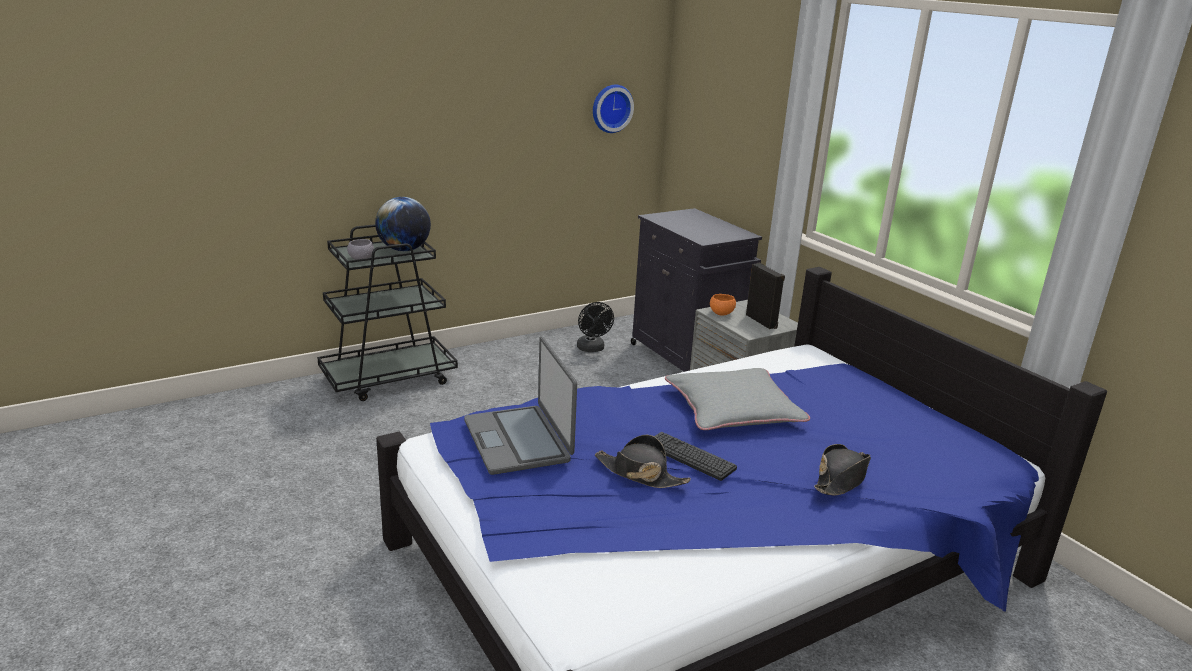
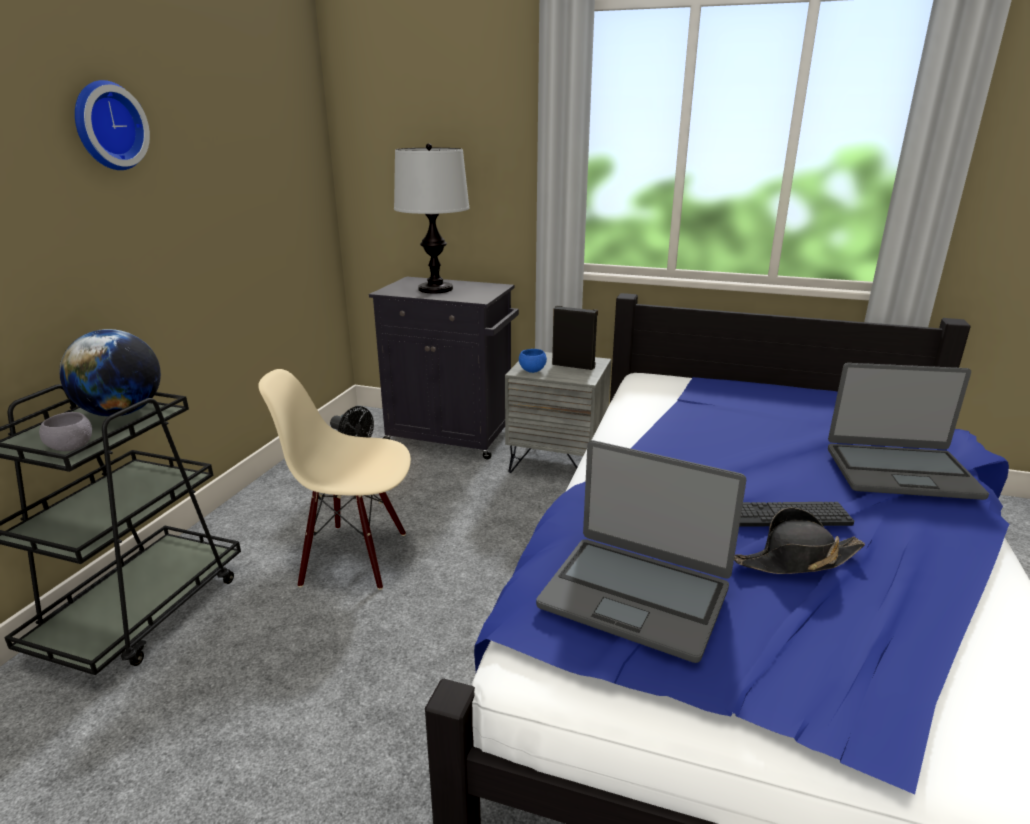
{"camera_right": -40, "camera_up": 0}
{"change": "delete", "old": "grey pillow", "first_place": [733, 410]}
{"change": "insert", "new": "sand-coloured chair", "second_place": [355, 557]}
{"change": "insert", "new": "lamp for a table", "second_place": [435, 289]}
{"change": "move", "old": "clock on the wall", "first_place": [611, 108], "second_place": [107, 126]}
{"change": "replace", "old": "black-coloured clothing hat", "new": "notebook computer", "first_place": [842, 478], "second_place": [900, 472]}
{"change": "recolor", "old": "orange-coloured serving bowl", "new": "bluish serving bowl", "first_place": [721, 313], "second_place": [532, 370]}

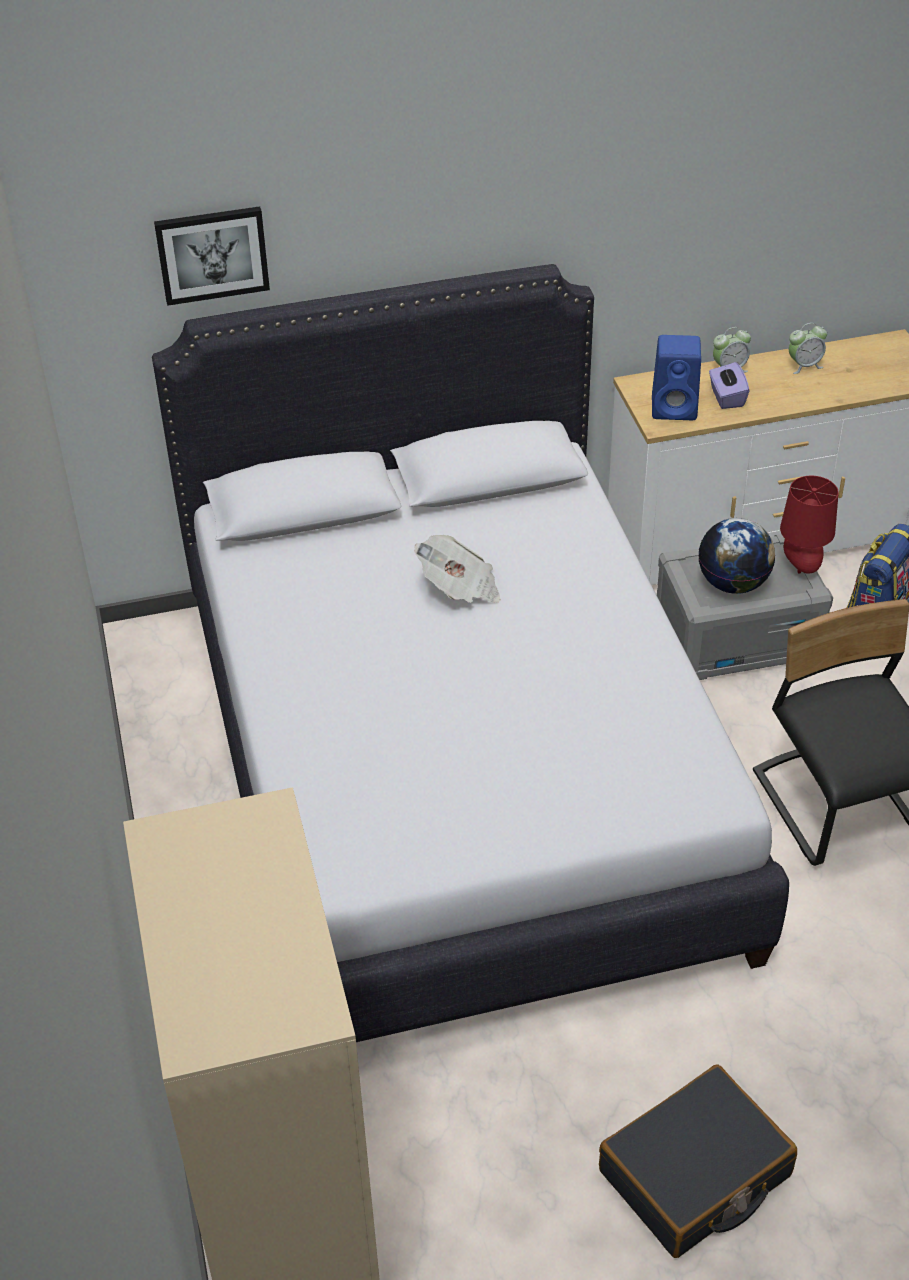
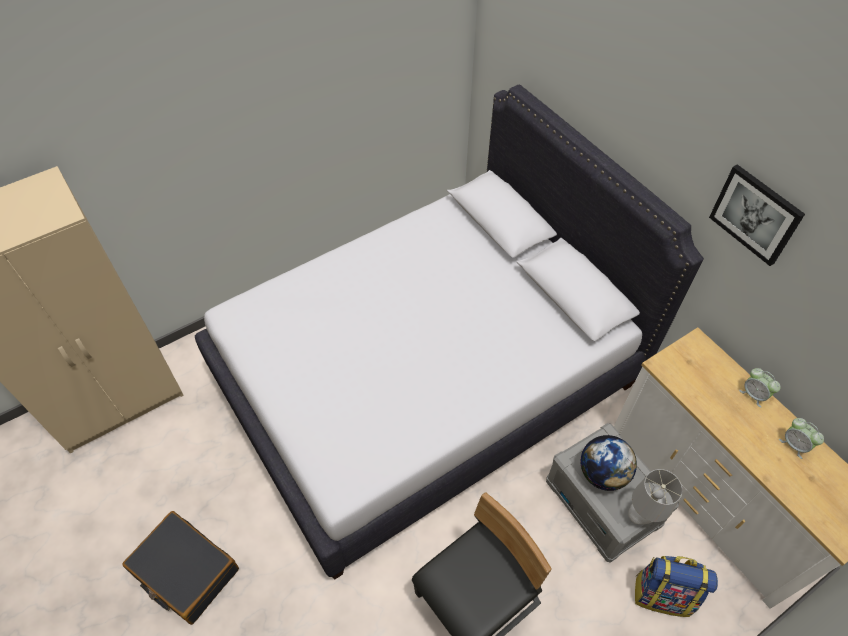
{"camera_right": 70, "camera_up": 10}
{"change": "delete", "old": "newspaper", "first_place": [460, 588]}
{"change": "delete", "old": "bluish speaker", "first_place": [676, 408]}
{"change": "delete", "old": "purple tissue holder", "first_place": [726, 397]}
{"change": "move", "old": "wall picture", "first_place": [212, 254], "second_place": [756, 214]}
{"change": "recolor", "old": "red-coloured lamp for a table", "new": "grey lamp for a table", "first_place": [801, 566], "second_place": [643, 514]}

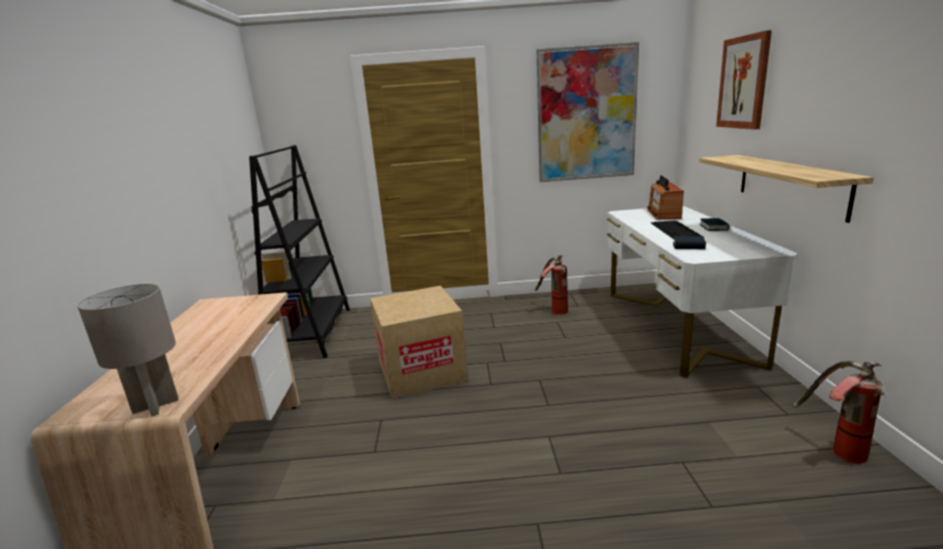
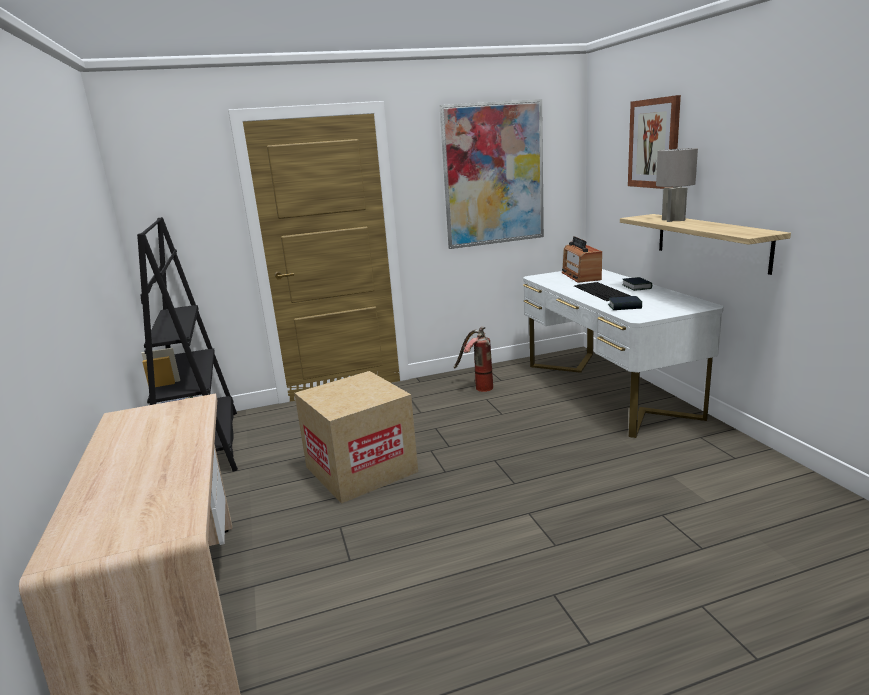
{"camera_right": -15, "camera_up": 0}
{"change": "delete", "old": "fire extinguisher", "first_place": [835, 449]}
{"change": "move", "old": "grey lamp for a table", "first_place": [156, 405], "second_place": [673, 220]}

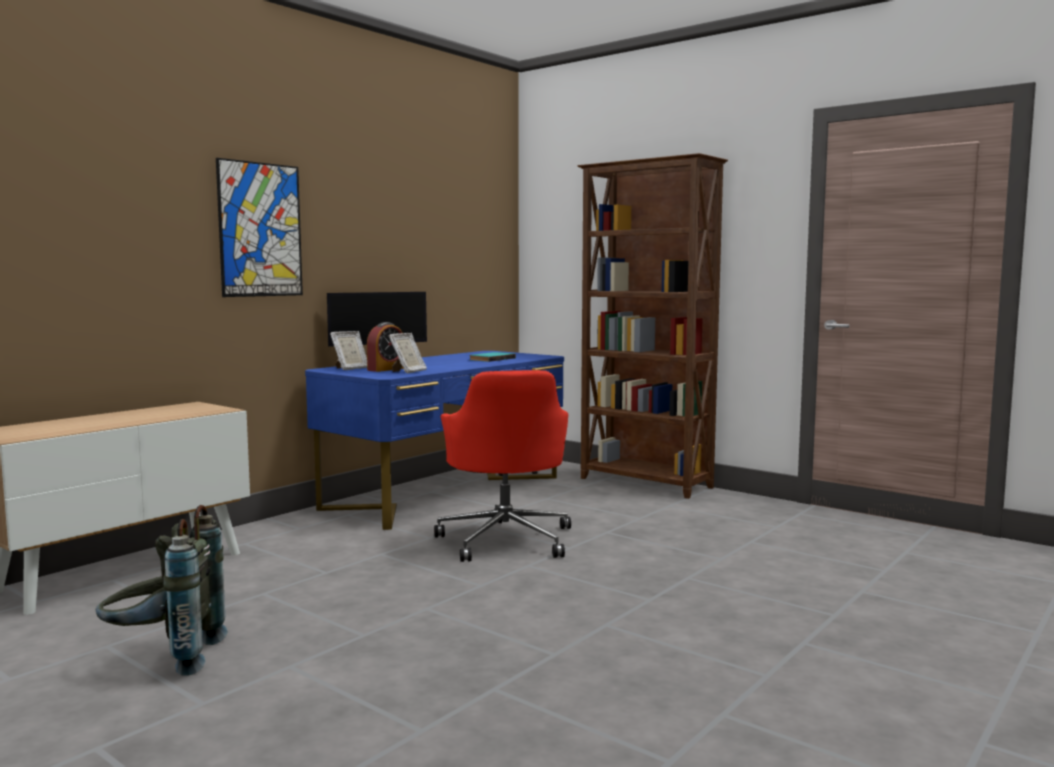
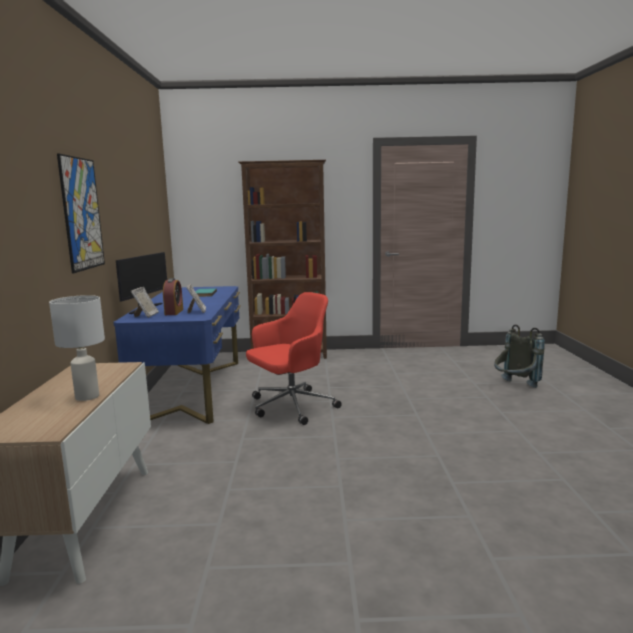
{"camera_right": -40, "camera_up": 5}
{"change": "insert", "new": "whitish lamp for a table", "second_place": [86, 396]}
{"change": "move", "old": "grey rucksack", "first_place": [164, 658], "second_place": [515, 387]}
{"change": "rotate", "old": "red-coloured office chair", "first_place": [506, 539], "second_place": [291, 407], "degrees": -75}

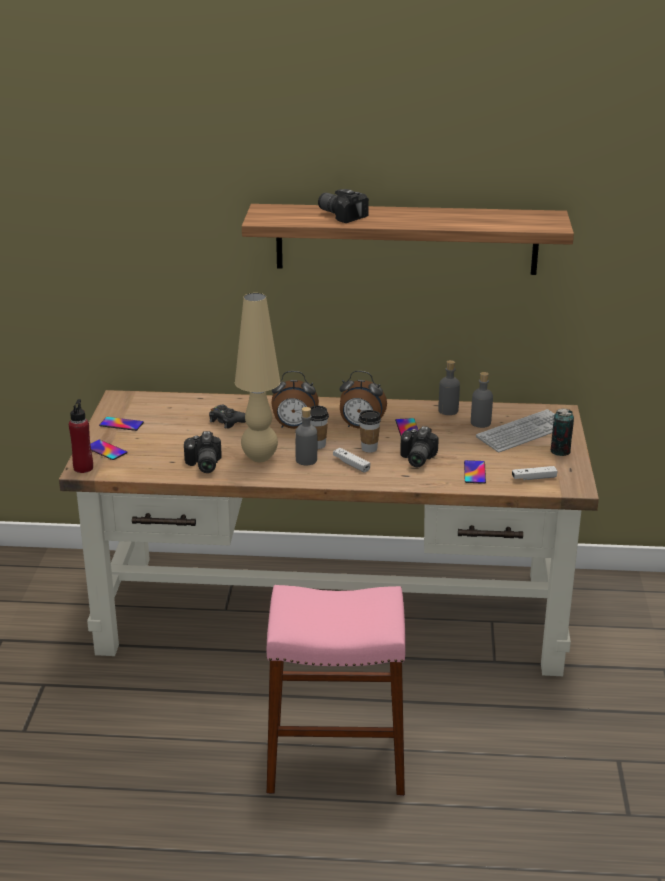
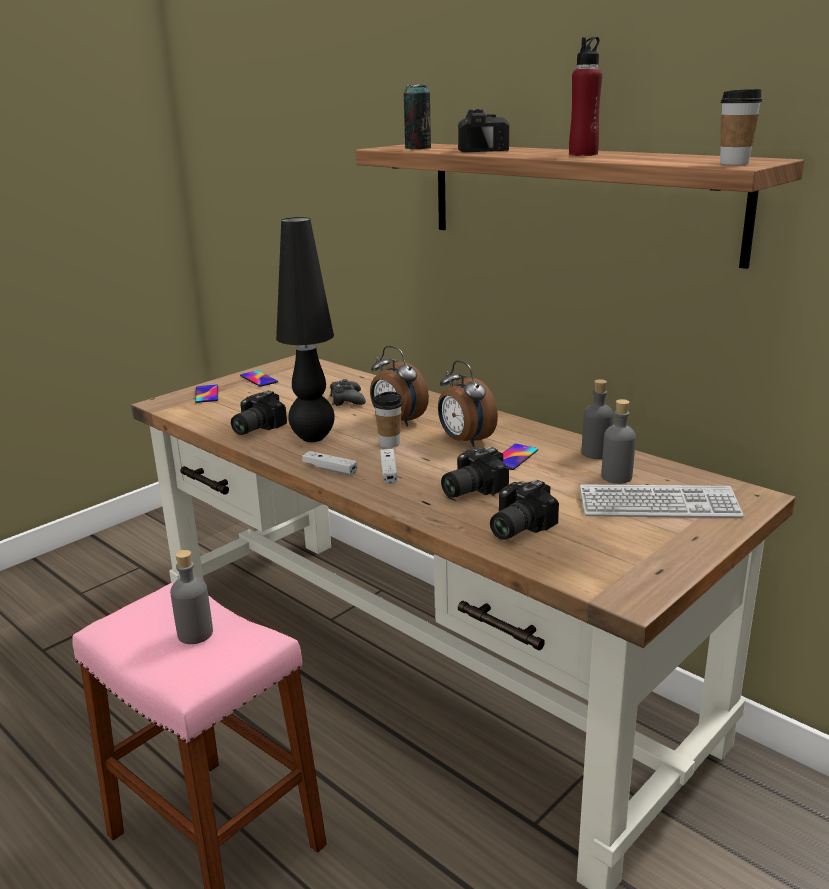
{"camera_right": 40, "camera_up": -5}
{"change": "move", "old": "red-coloured drink bottle", "first_place": [83, 468], "second_place": [583, 154]}
{"change": "move", "old": "grey drink bottle", "first_place": [306, 460], "second_place": [195, 634]}
{"change": "move", "old": "drinking cup", "first_place": [369, 448], "second_place": [734, 163]}
{"change": "move", "old": "whitish game controller", "first_place": [534, 478], "second_place": [330, 469]}
{"change": "move", "old": "metal can", "first_place": [560, 451], "second_place": [418, 148]}
{"change": "replace", "old": "phone", "new": "still camera", "first_place": [474, 472], "second_place": [515, 527]}
{"change": "recolor", "old": "sand-coloured lamp for a table", "new": "black-coloured lamp for a table", "first_place": [260, 458], "second_place": [313, 438]}

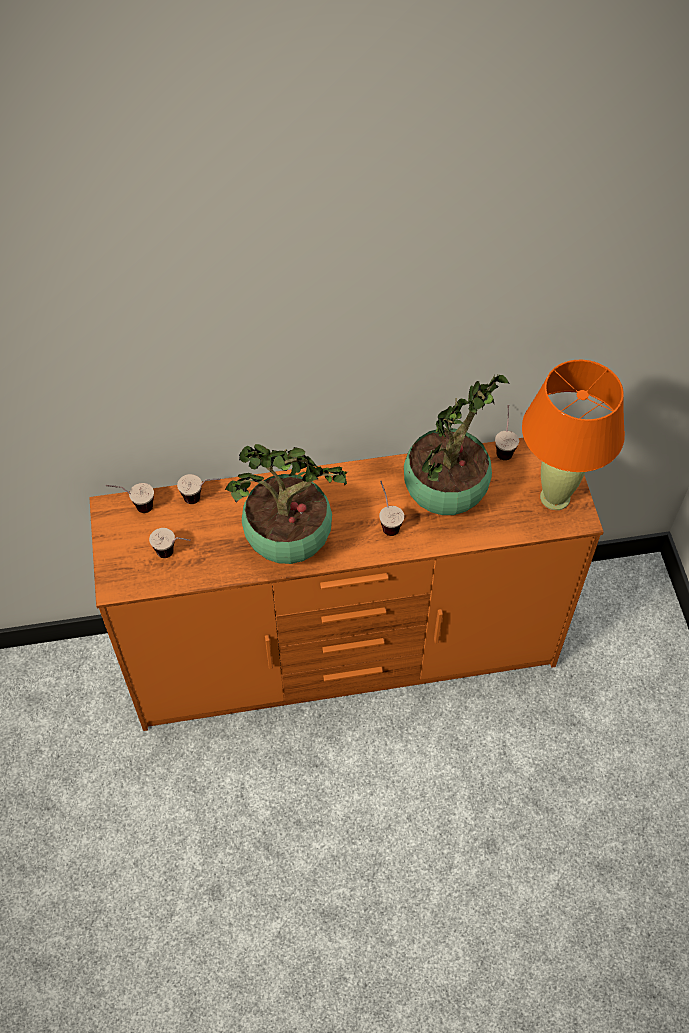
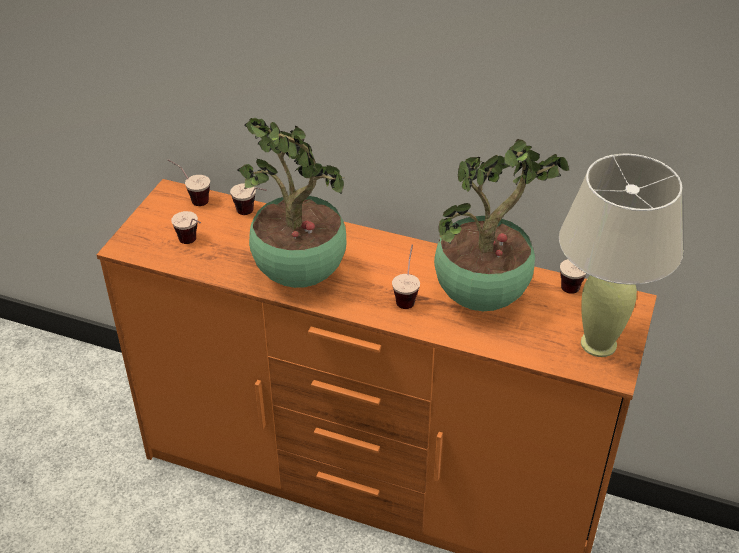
{"camera_right": 30, "camera_up": -15}
{"change": "recolor", "old": "orange-coloured lamp for a table", "new": "sand-coloured lamp for a table", "first_place": [554, 497], "second_place": [598, 344]}

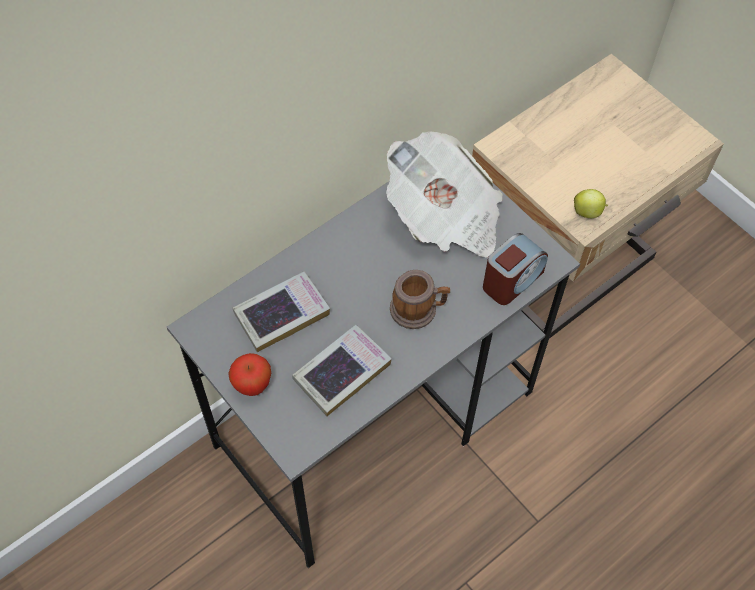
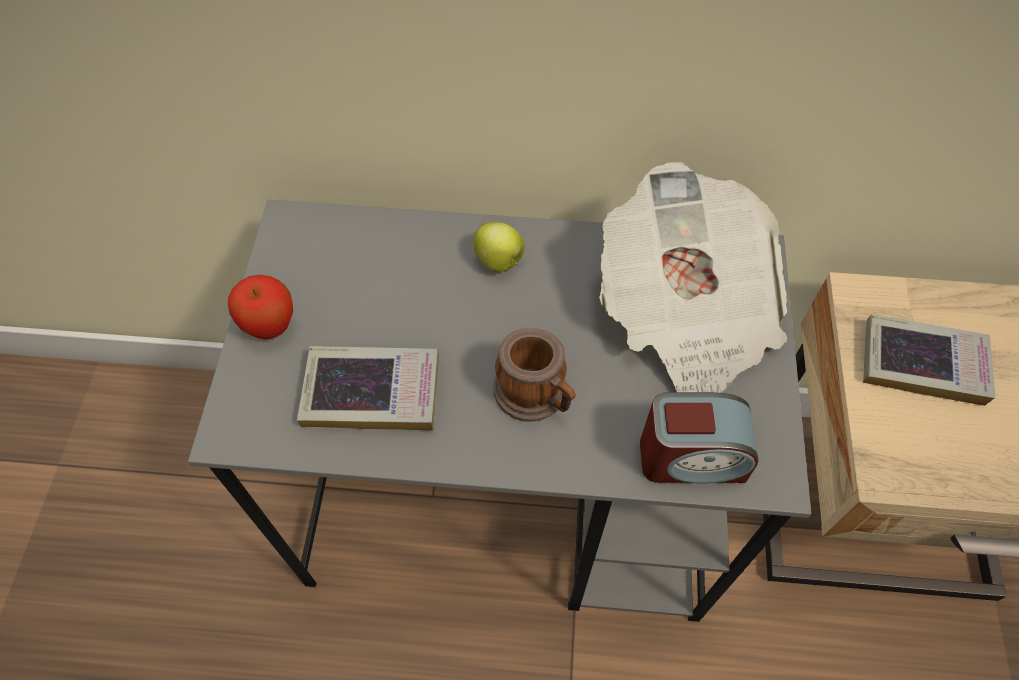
{"camera_right": 45, "camera_up": 0}
{"change": "move", "old": "bound book", "first_place": [281, 314], "second_place": [922, 364]}
{"change": "move", "old": "apple", "first_place": [587, 212], "second_place": [500, 262]}

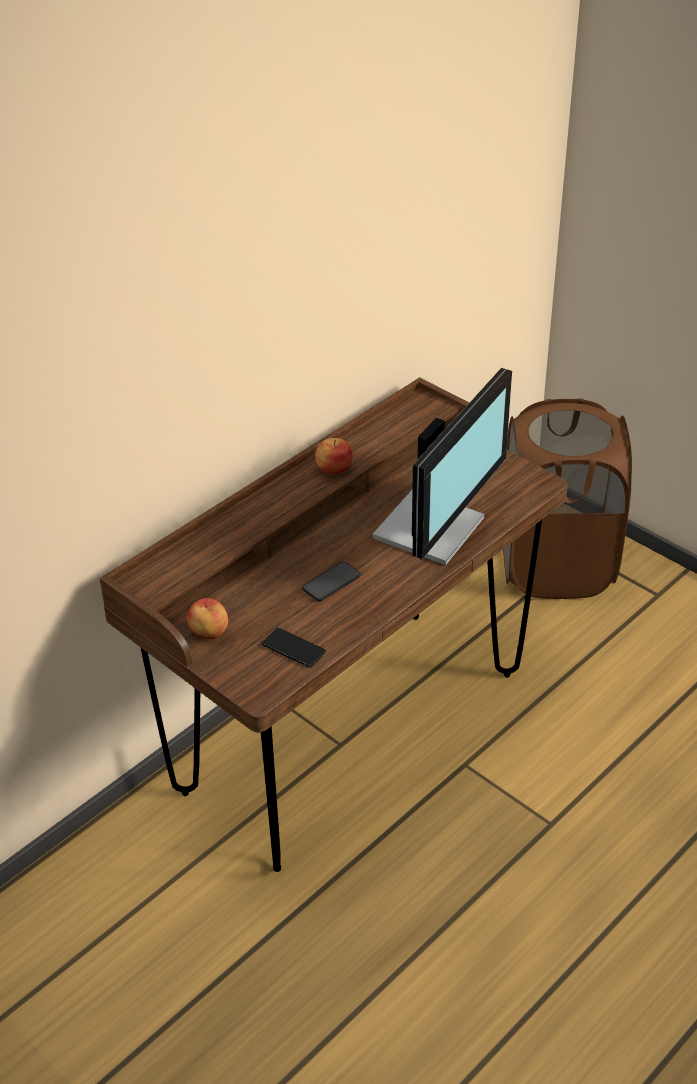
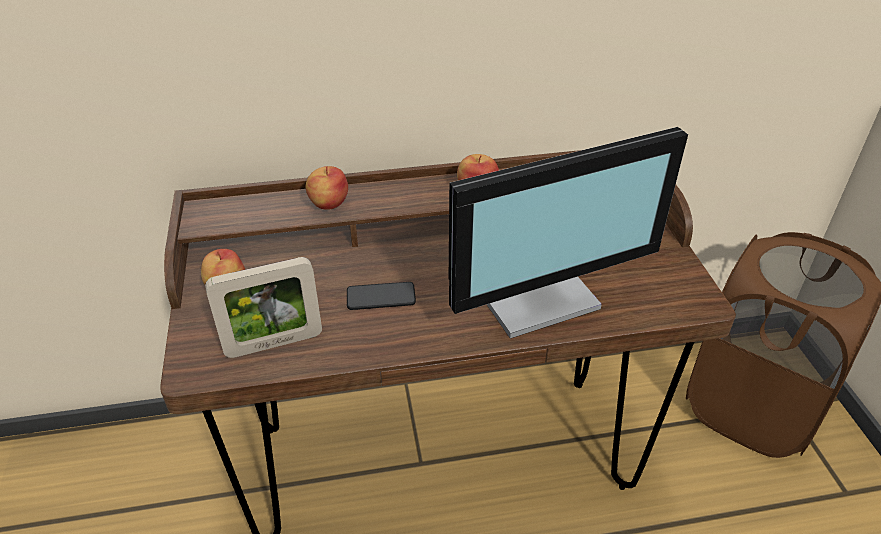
{"camera_right": 35, "camera_up": 0}
{"change": "insert", "new": "apple", "second_place": [328, 203]}
{"change": "replace", "old": "phone", "new": "picture frame", "first_place": [293, 648], "second_place": [274, 343]}

